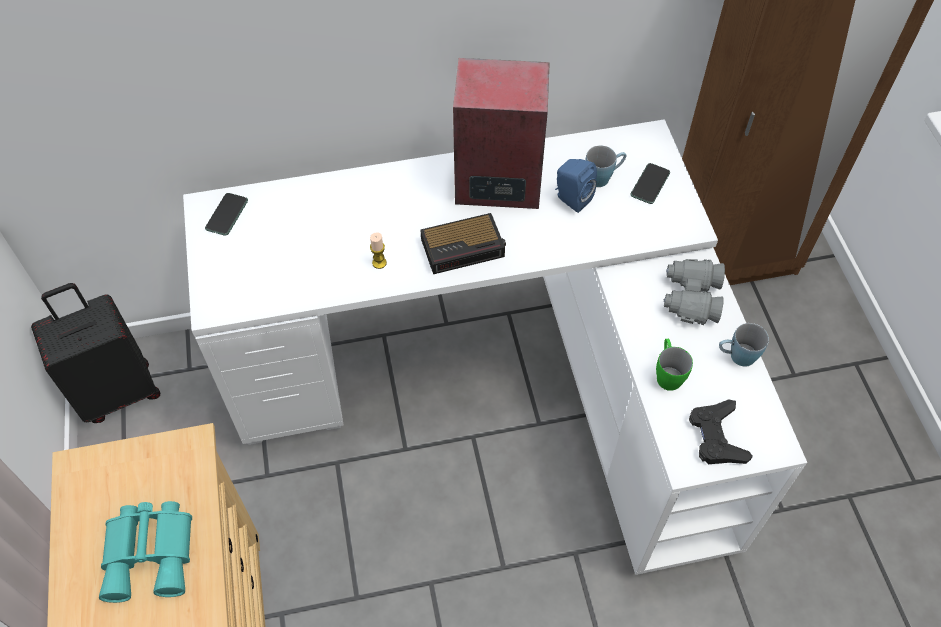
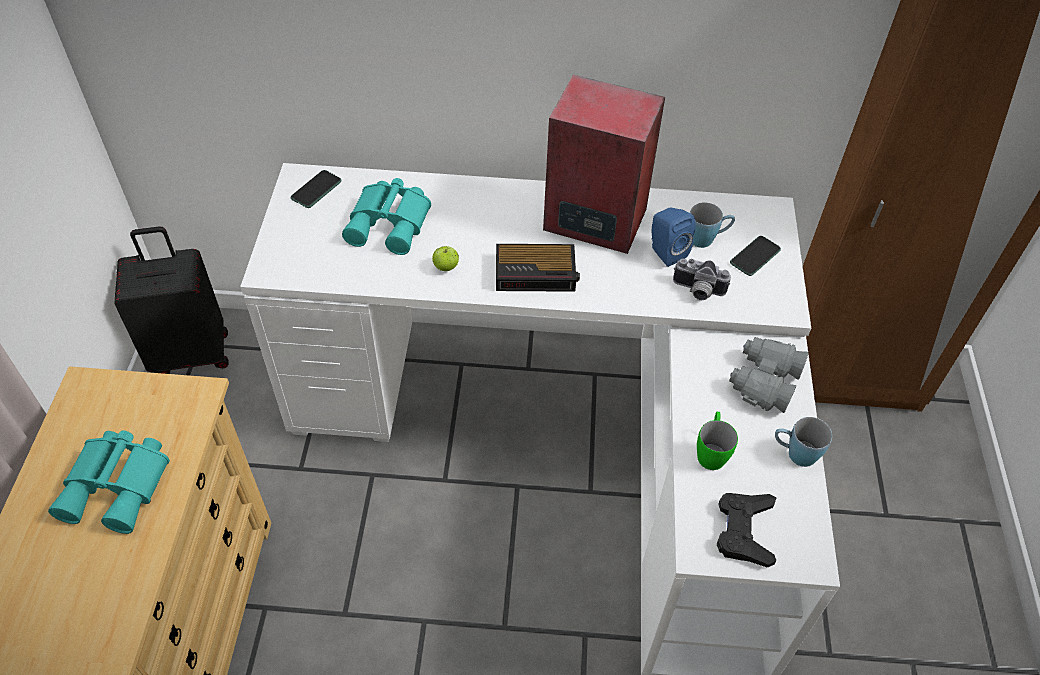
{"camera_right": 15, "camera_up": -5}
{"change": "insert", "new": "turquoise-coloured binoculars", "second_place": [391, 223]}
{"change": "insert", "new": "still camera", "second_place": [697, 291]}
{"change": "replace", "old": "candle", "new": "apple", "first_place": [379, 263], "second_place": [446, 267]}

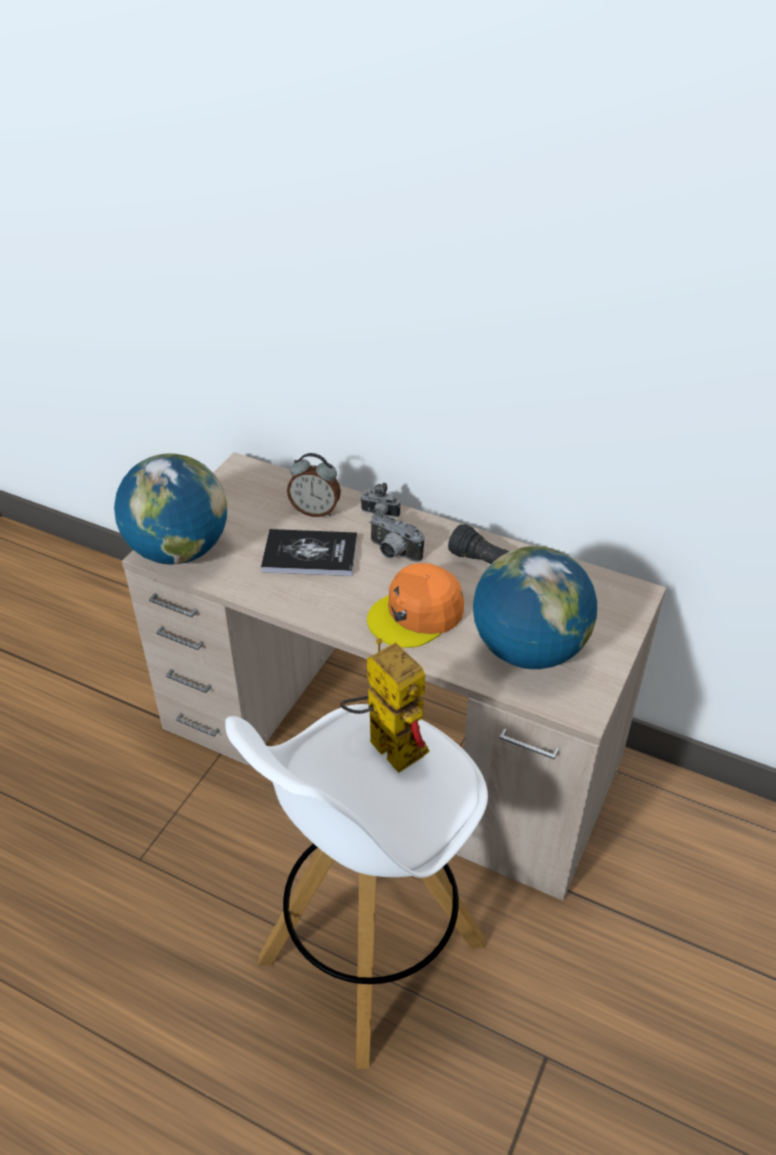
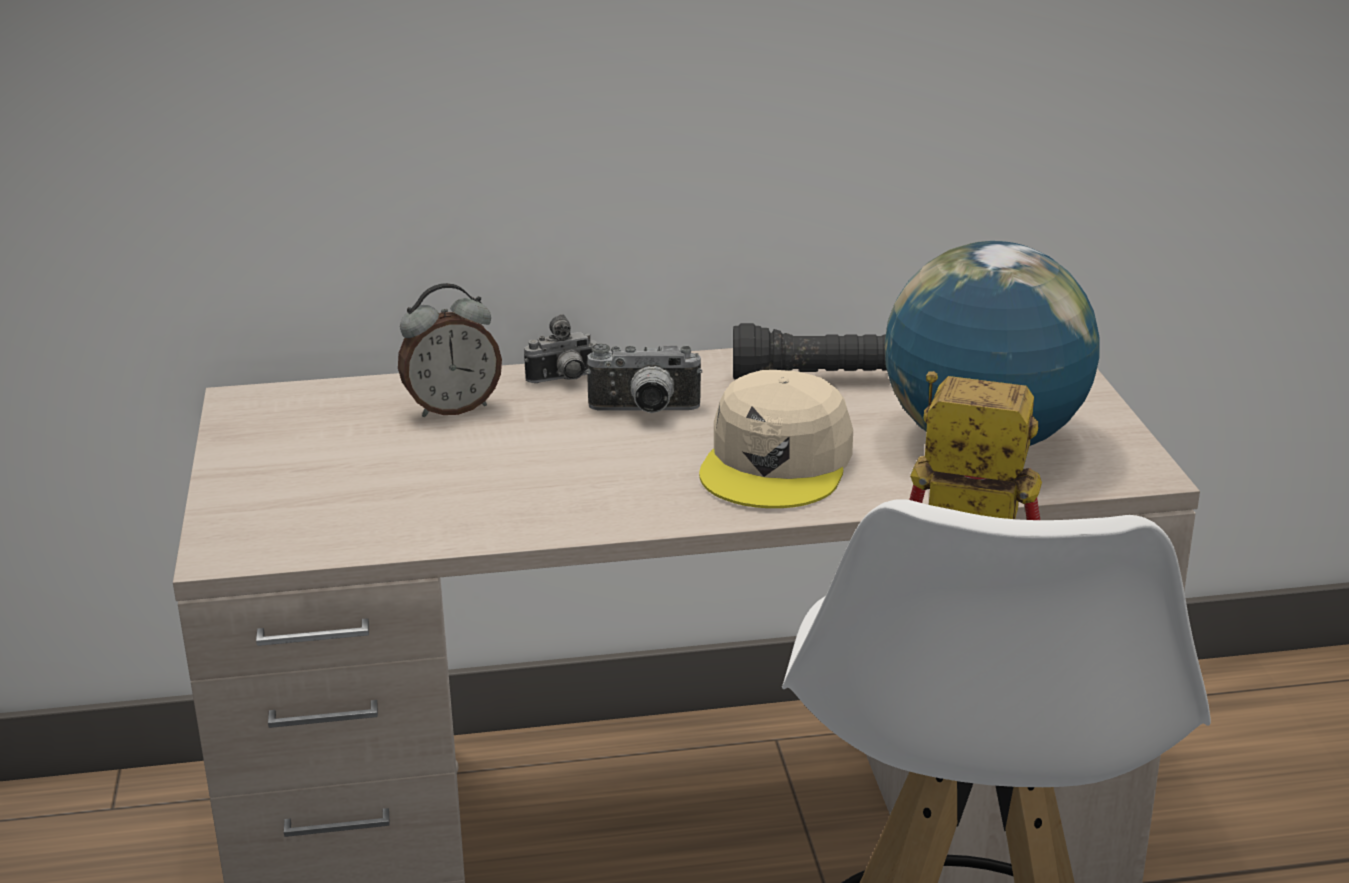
{"camera_right": -35, "camera_up": -15}
{"change": "delete", "old": "globe", "first_place": [179, 550]}
{"change": "delete", "old": "bound book", "first_place": [310, 554]}
{"change": "recolor", "old": "orange-coloured baseball cap", "new": "sand-coloured baseball cap", "first_place": [416, 614], "second_place": [777, 463]}

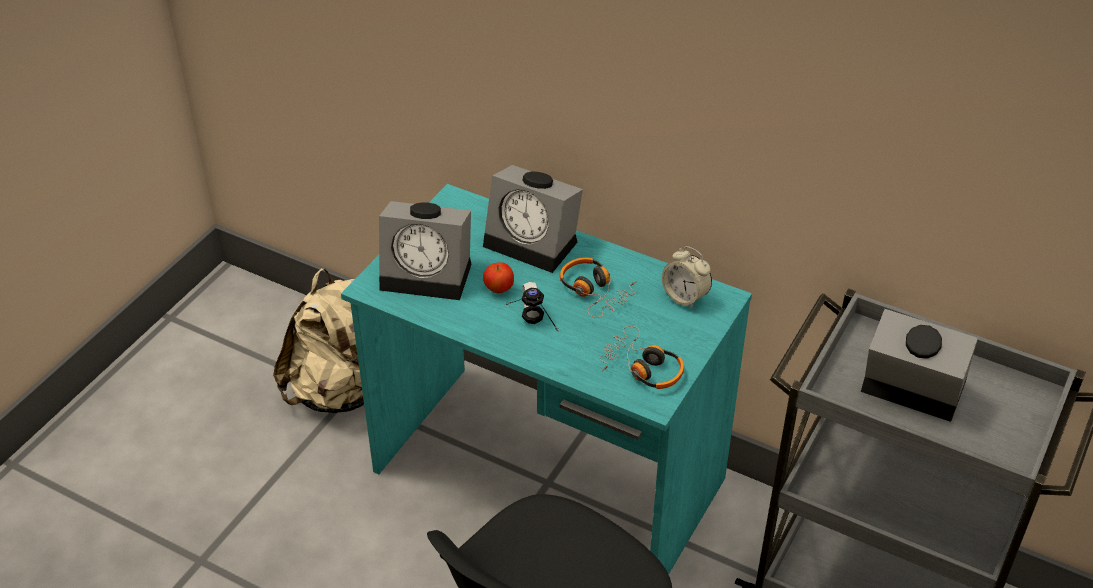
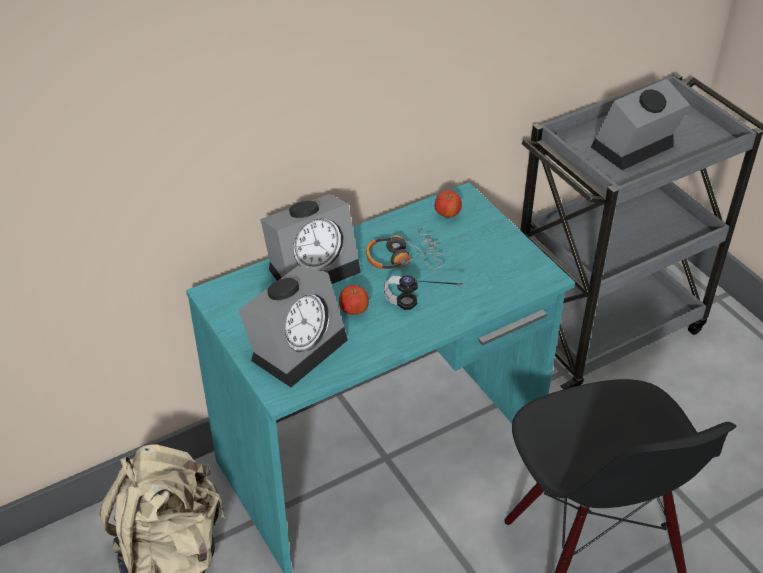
{"camera_right": -60, "camera_up": 0}
{"change": "delete", "old": "headphones", "first_place": [642, 367]}
{"change": "replace", "old": "alarm clock", "new": "apple", "first_place": [685, 297], "second_place": [447, 215]}

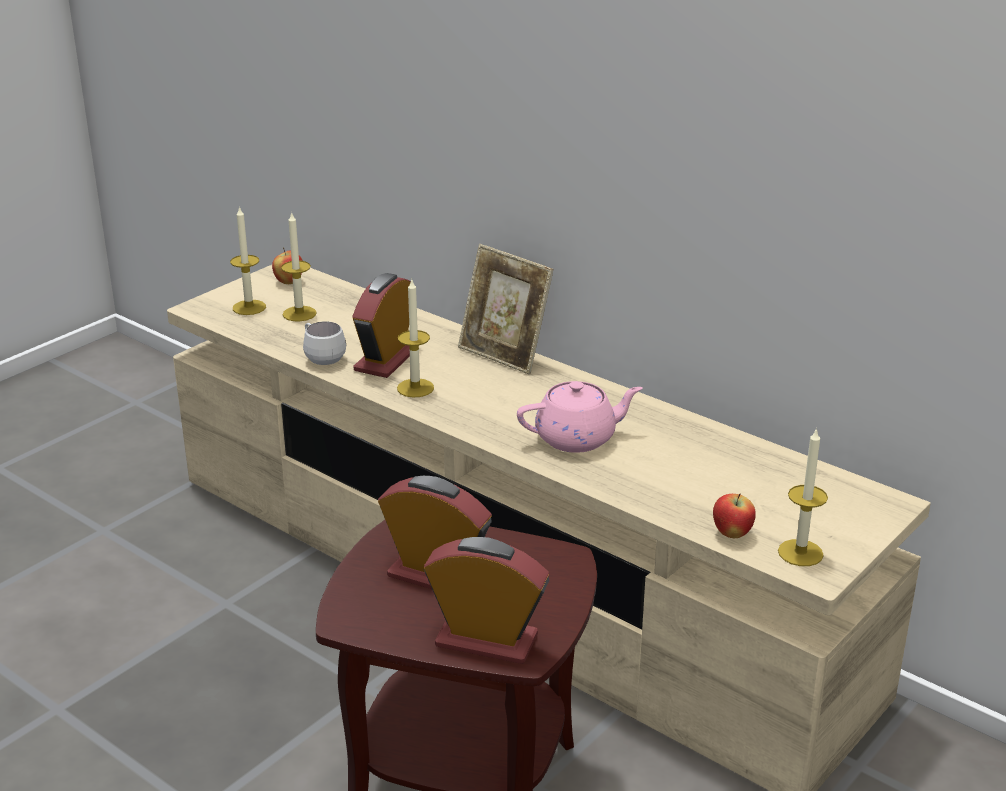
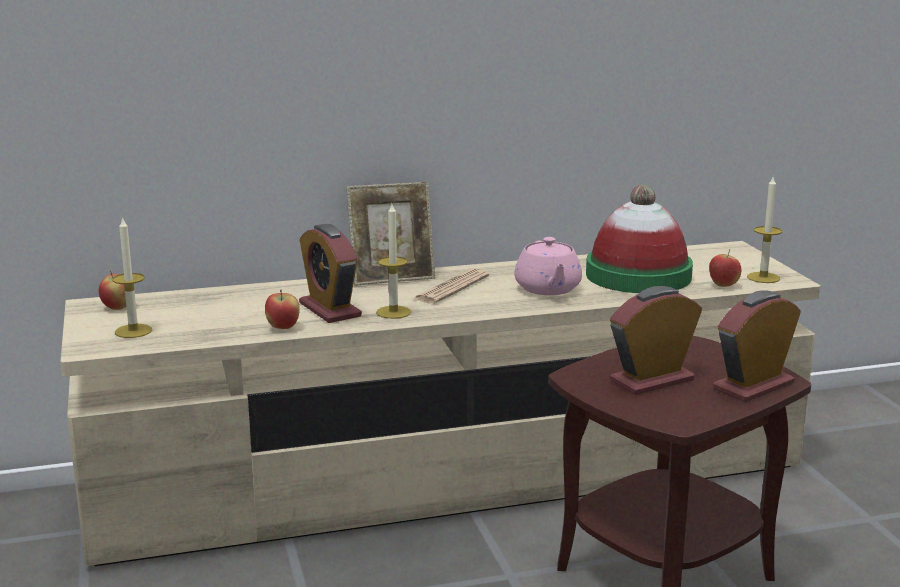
{"camera_right": -55, "camera_up": -10}
{"change": "delete", "old": "candle", "first_place": [299, 313]}
{"change": "insert", "new": "newspaper", "second_place": [451, 288]}
{"change": "insert", "new": "clothing hat", "second_place": [638, 275]}
{"change": "replace", "old": "whitish mug", "new": "apple", "first_place": [321, 357], "second_place": [283, 328]}
{"change": "rotate", "old": "pink-coloured teapot", "first_place": [577, 438], "second_place": [548, 289], "degrees": 150}

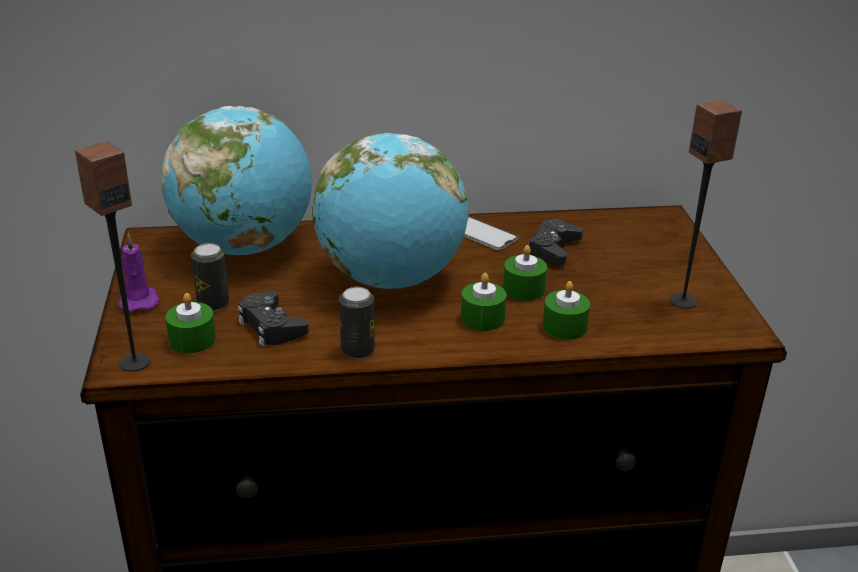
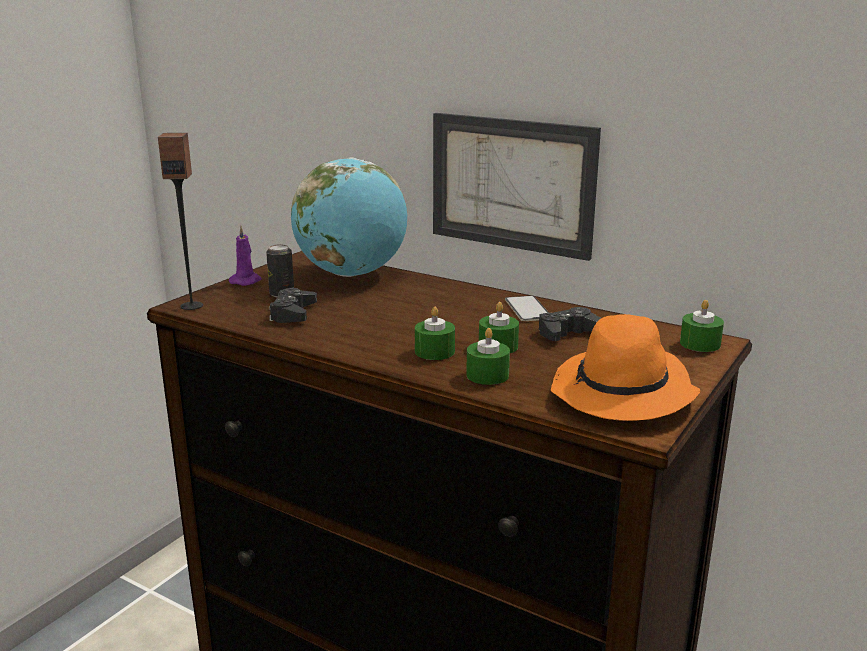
{"camera_right": 40, "camera_up": -10}
{"change": "delete", "old": "globe", "first_place": [391, 279]}
{"change": "delete", "old": "metal can", "first_place": [357, 350]}
{"change": "insert", "new": "wall picture", "second_place": [512, 184]}
{"change": "move", "old": "green-coloured candle", "first_place": [192, 340], "second_place": [700, 344]}
{"change": "replace", "old": "speaker", "new": "orange-coloured clothing hat", "first_place": [683, 301], "second_place": [623, 393]}

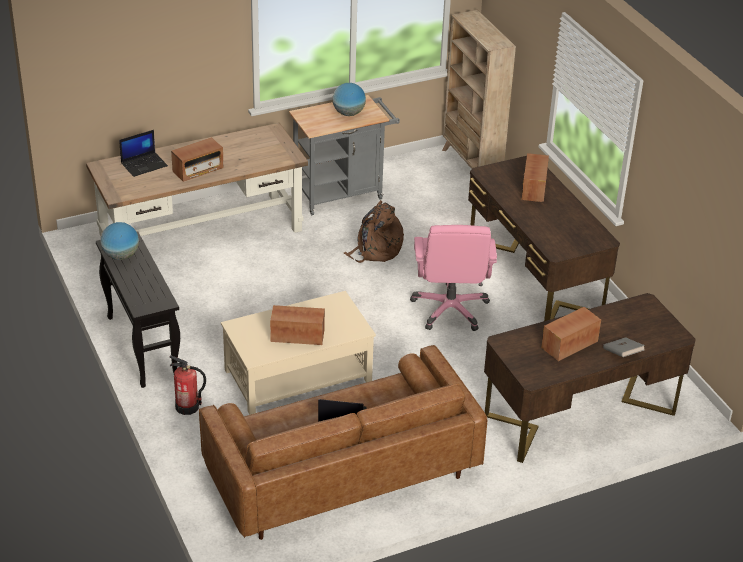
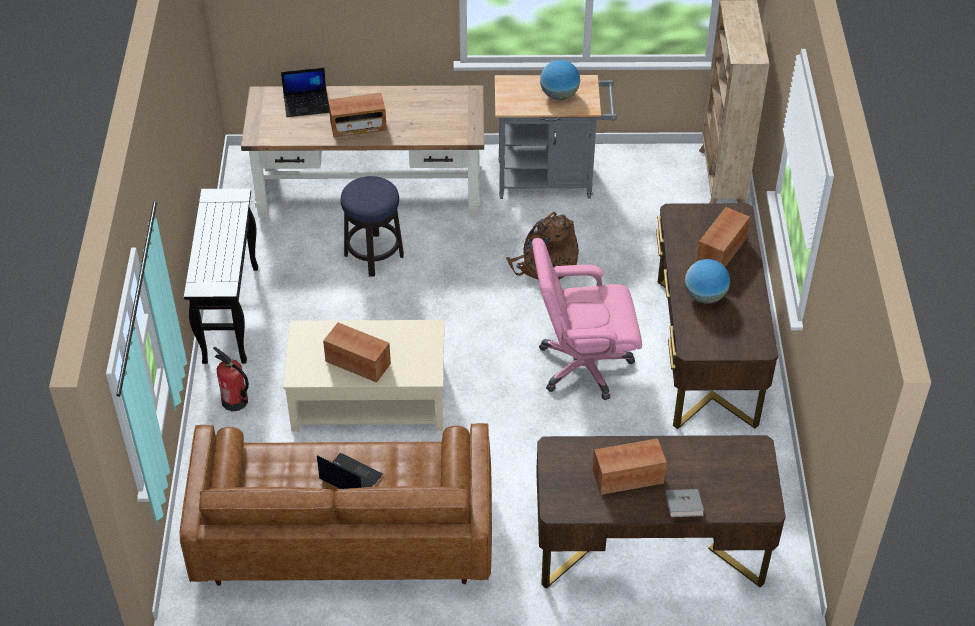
{"camera_right": 25, "camera_up": 10}
{"change": "insert", "new": "sitting stool", "second_place": [374, 255]}
{"change": "move", "old": "globe", "first_place": [121, 256], "second_place": [705, 296]}
{"change": "rotate", "old": "pink-coloured office chair", "first_place": [450, 309], "second_place": [583, 365], "degrees": 60}

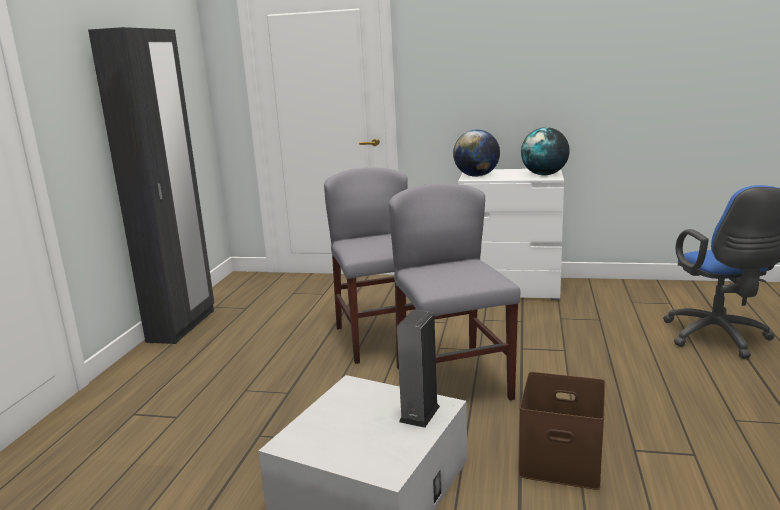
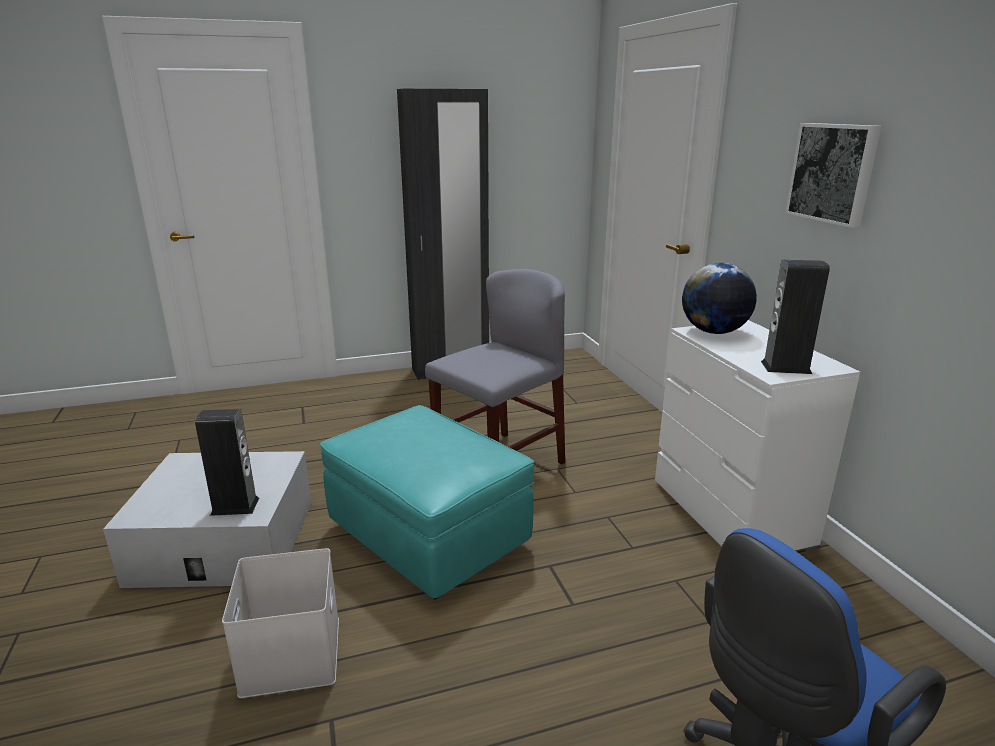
{"camera_right": 60, "camera_up": 5}
{"change": "insert", "new": "wall picture", "second_place": [833, 173]}
{"change": "replace", "old": "grey chair", "new": "turquoise-coloured footrest", "first_place": [453, 382], "second_place": [428, 536]}
{"change": "replace", "old": "globe", "new": "speaker", "first_place": [544, 175], "second_place": [786, 367]}
{"change": "recolor", "old": "brown-coloured storage bin", "new": "whitish storage bin", "first_place": [559, 461], "second_place": [289, 653]}

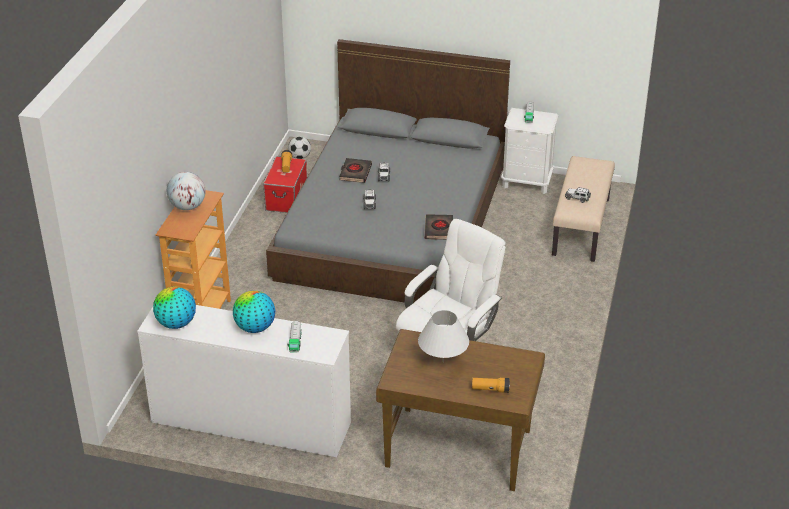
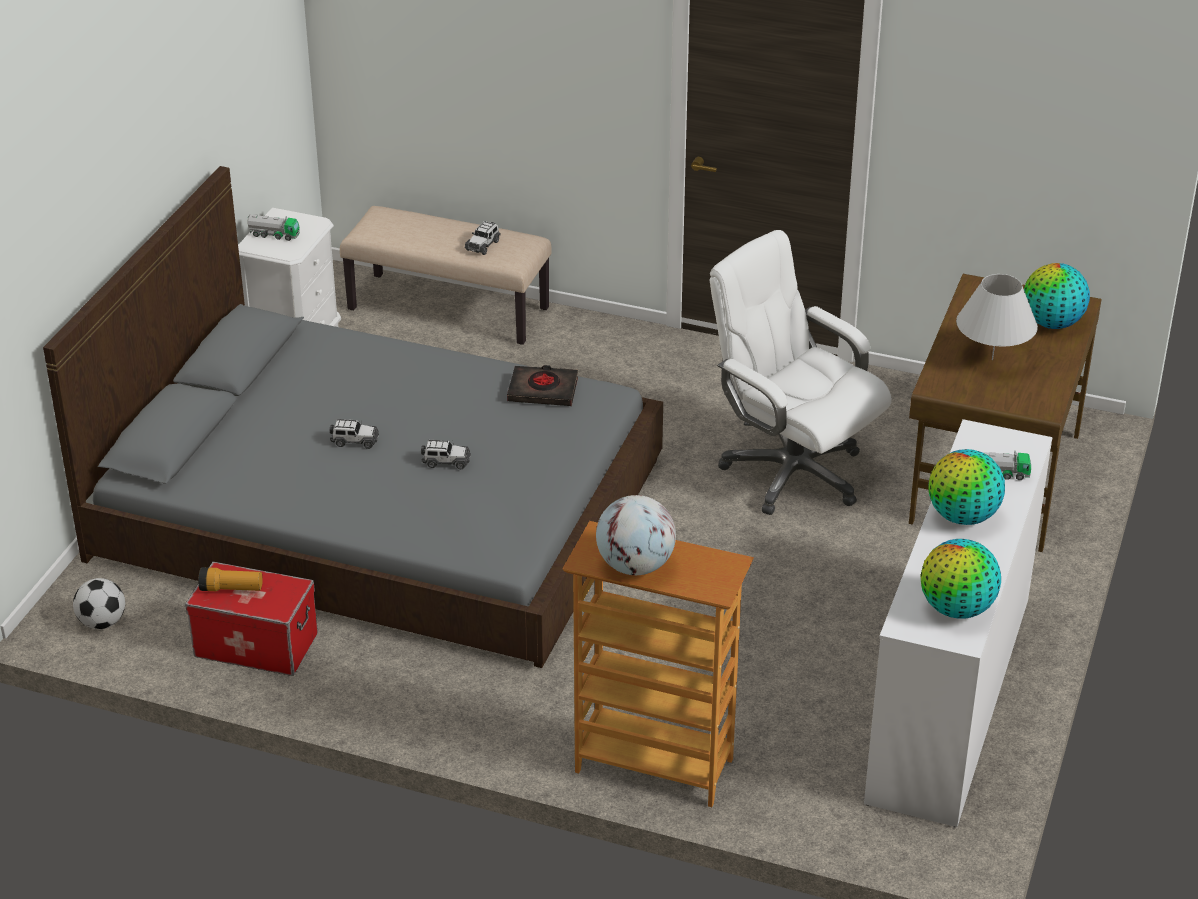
{"camera_right": -85, "camera_up": 0}
{"change": "delete", "old": "black-coloured bound book", "first_place": [355, 173]}
{"change": "replace", "old": "hand torch", "new": "globe", "first_place": [490, 389], "second_place": [1052, 323]}

